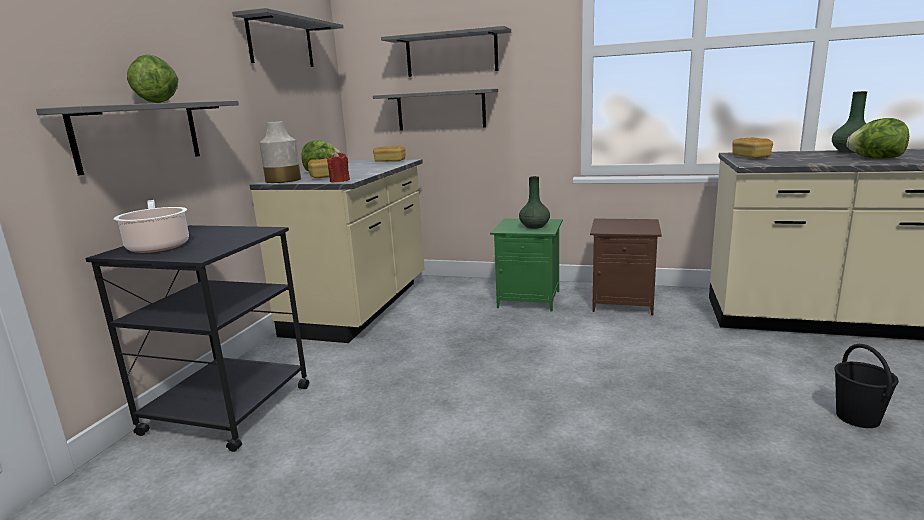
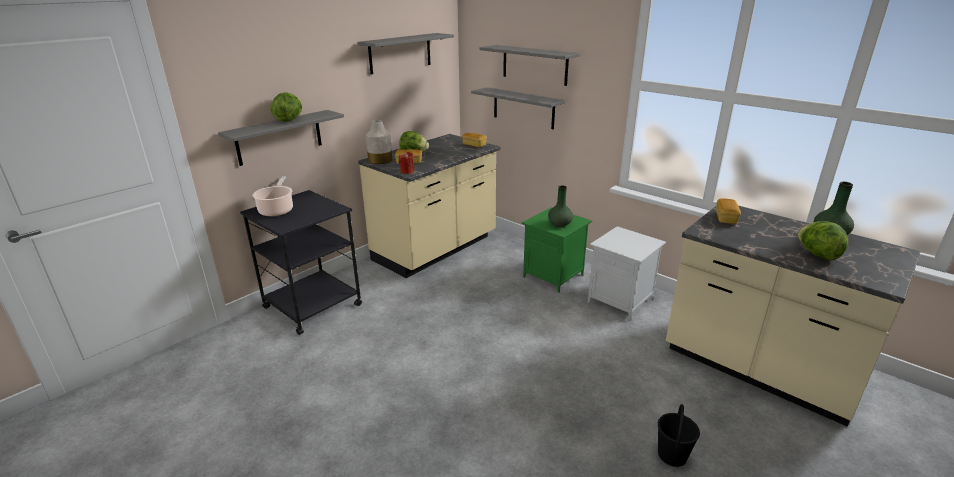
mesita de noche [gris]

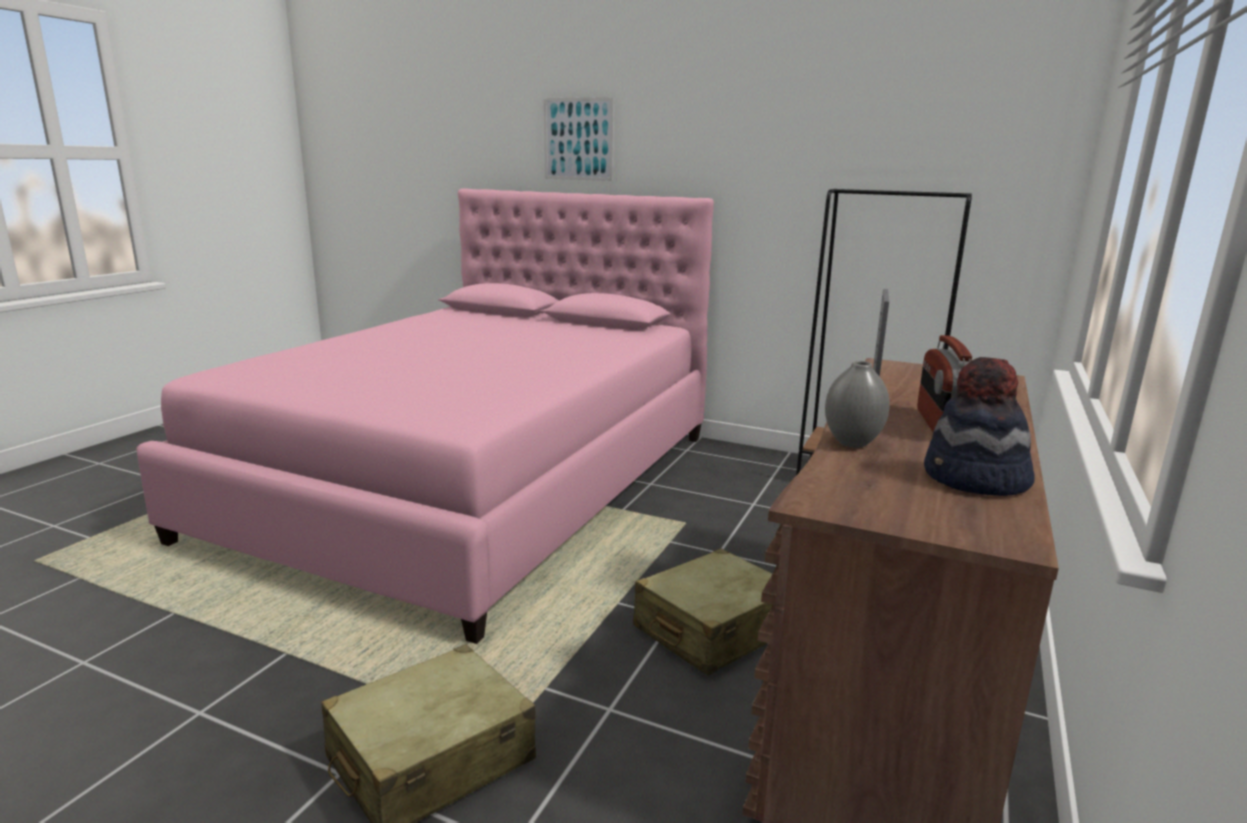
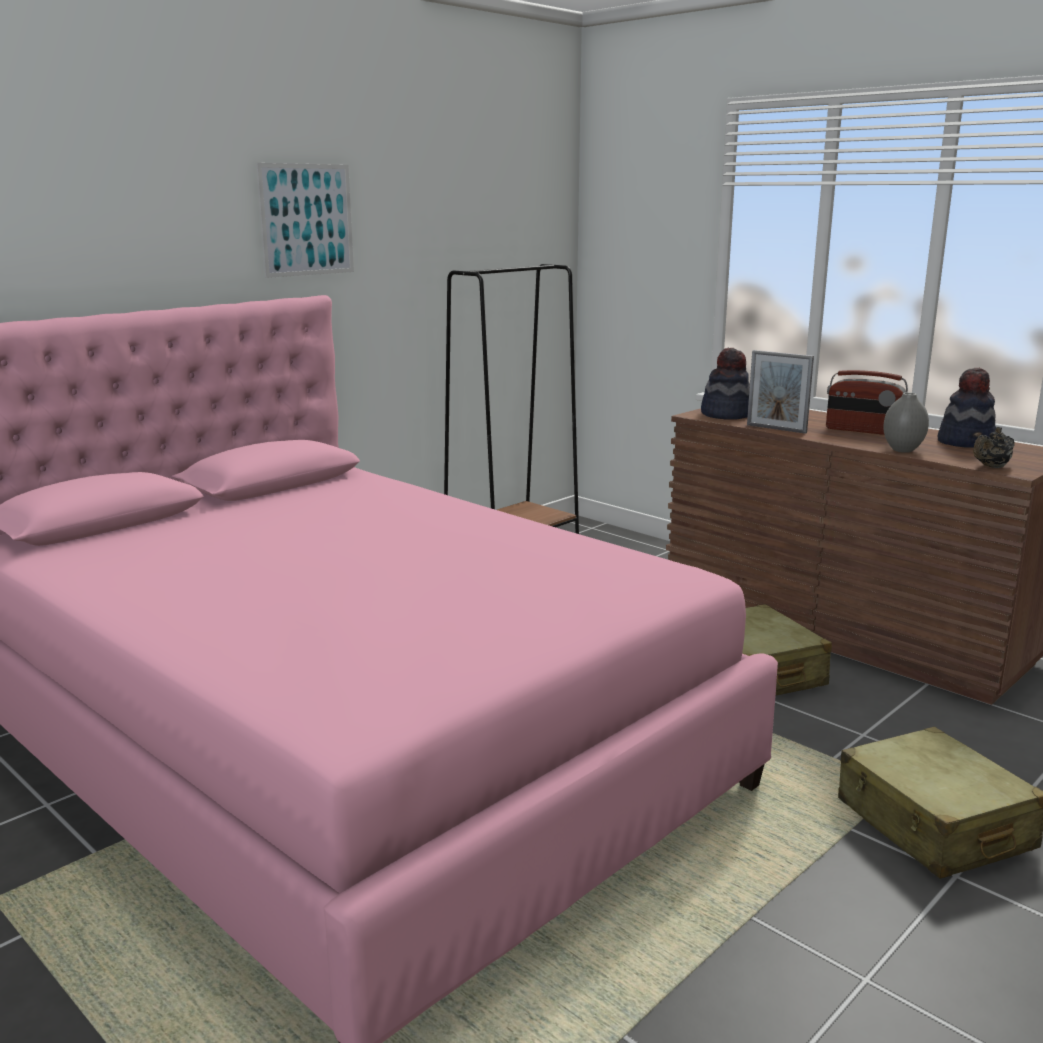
cuadro
sombrero (1st from left)
tetera [negro]

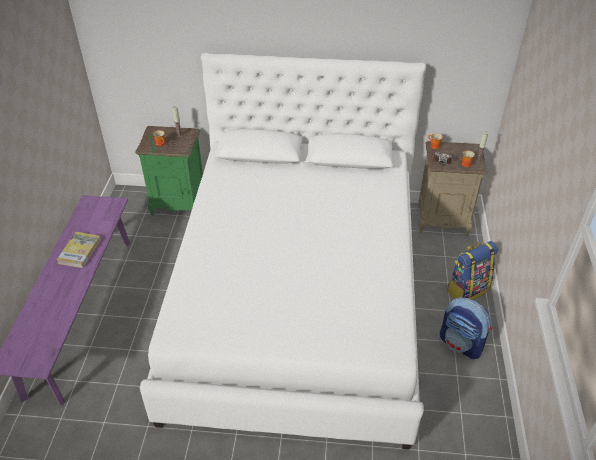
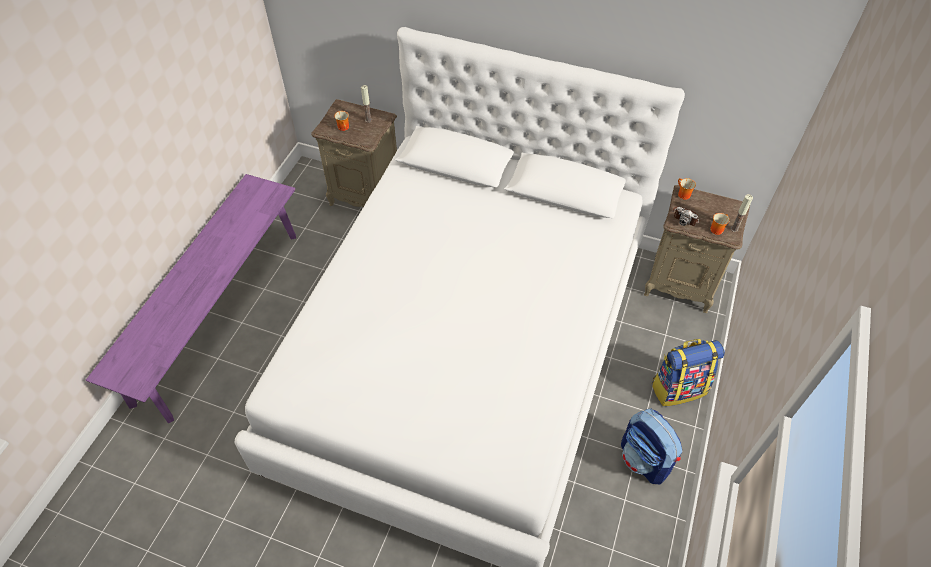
mesita de noche [beis] (1st from left)
libro

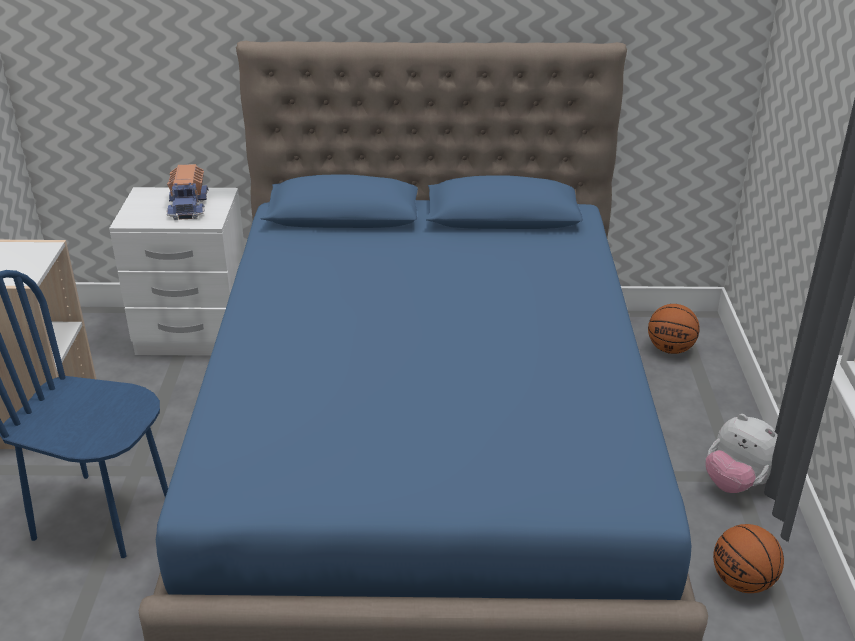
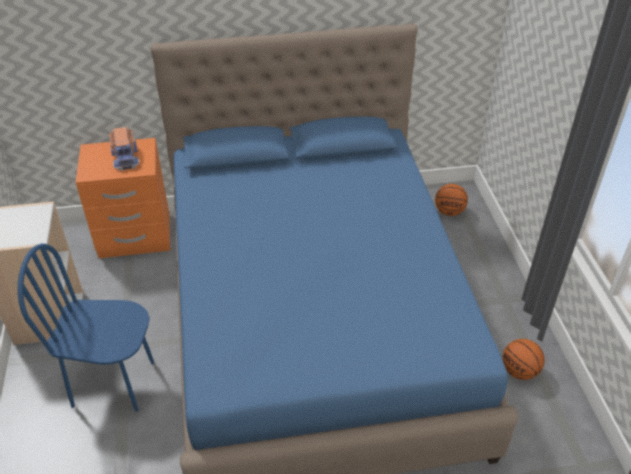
mesita de noche [naranja]
peluche

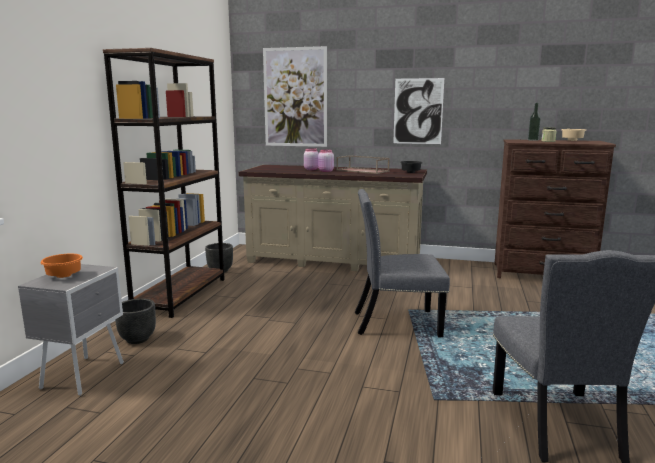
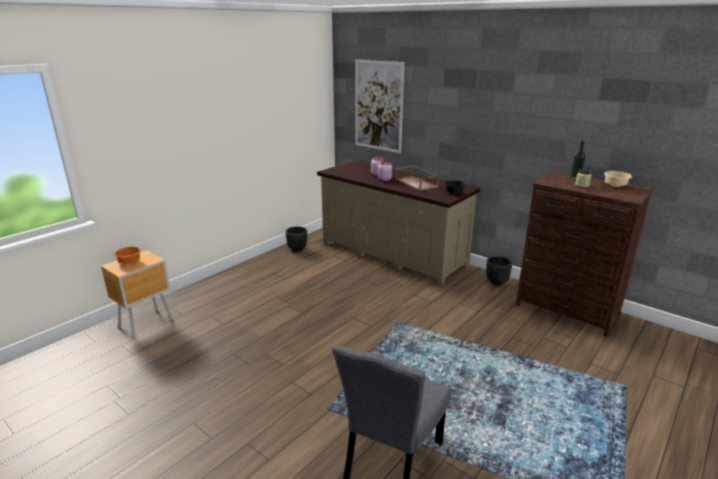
mesita de noche [marrón]
maceta [negro] (2nd from left)
estantería [marrón]
silla [gris] (1st from left in the first image)
cuadro (2nd from left in the first image)

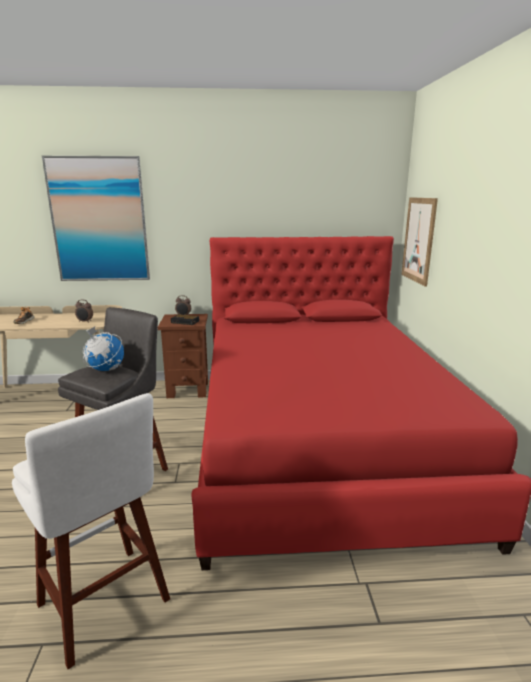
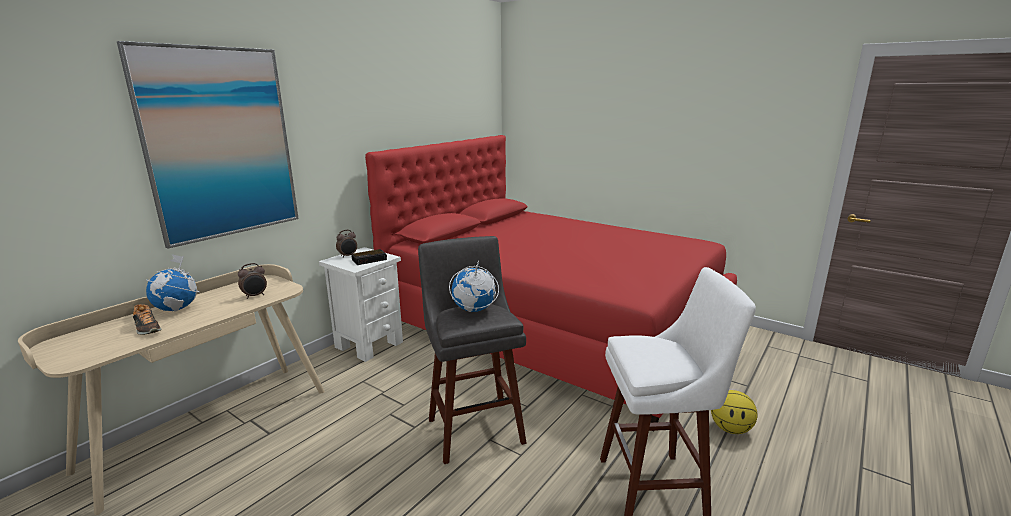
globo terráqueo (1st from left)
mesita de noche [blanco]
balón de baloncesto
cuadro (2nd from left in the first image)

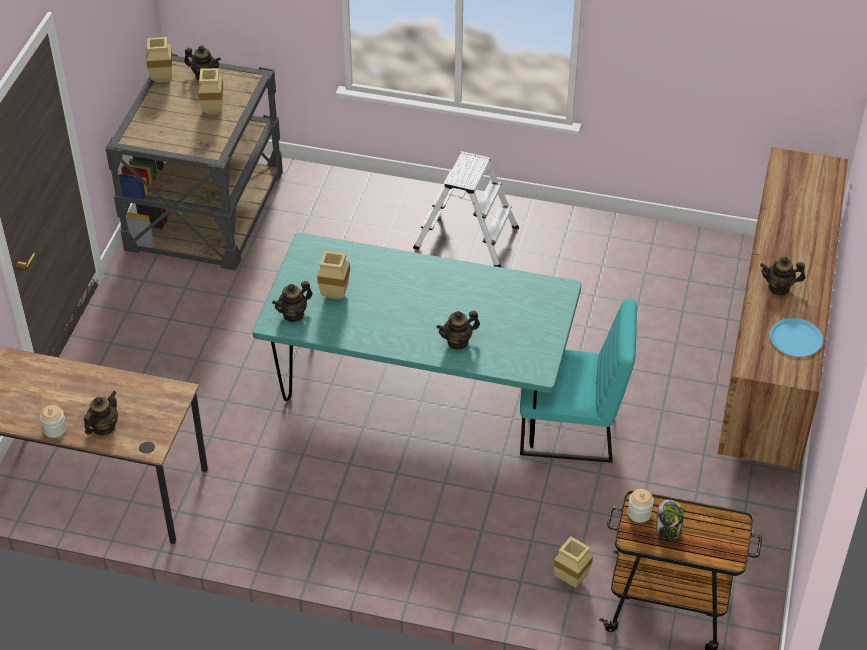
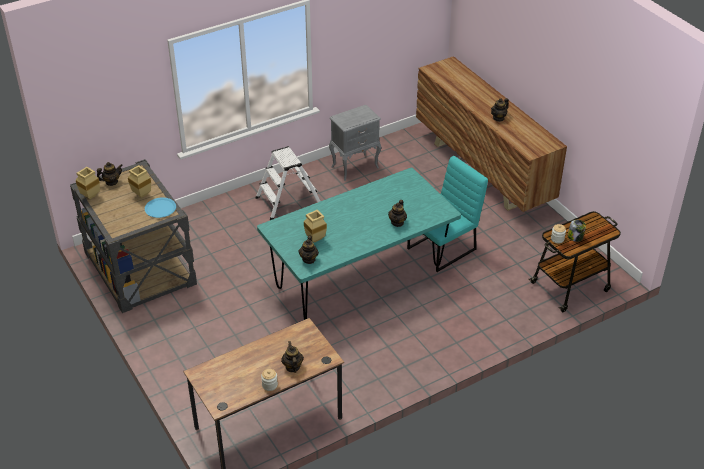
plato [azul]
mesita de noche [gris]
florero [beis] (4th from left in the first image)

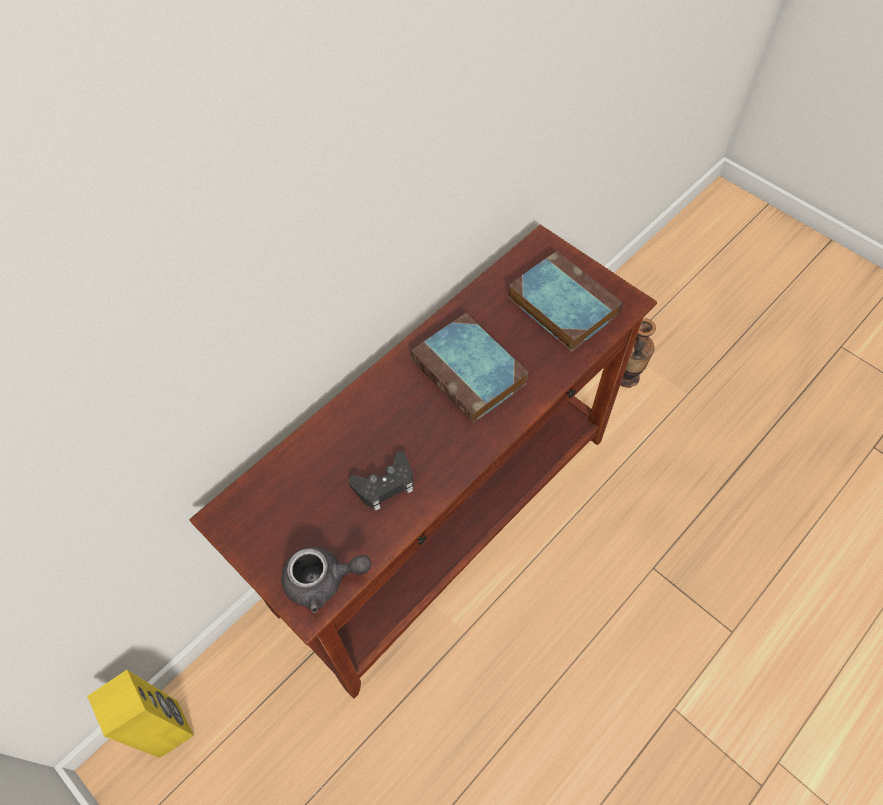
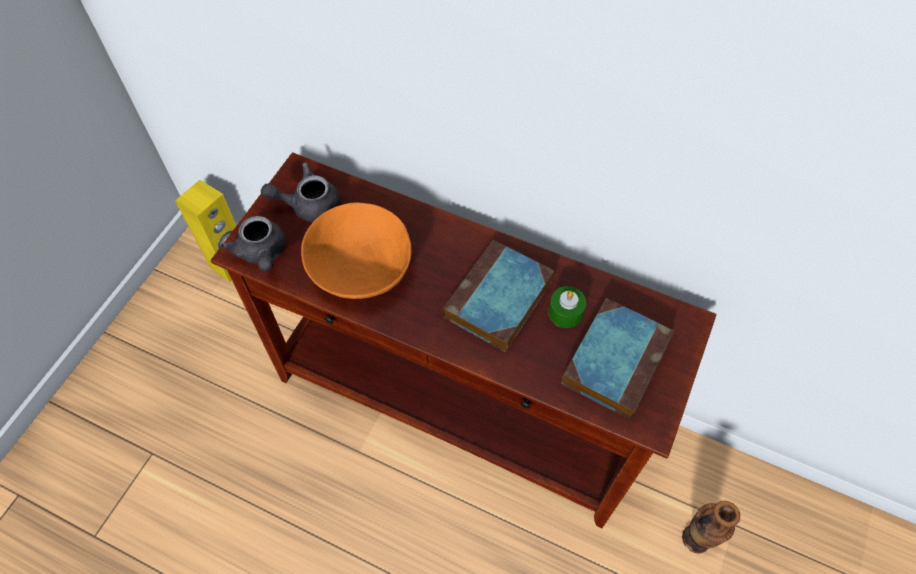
tetera [gris] (2nd from left)
cuenco [naranja]
vela [verde]

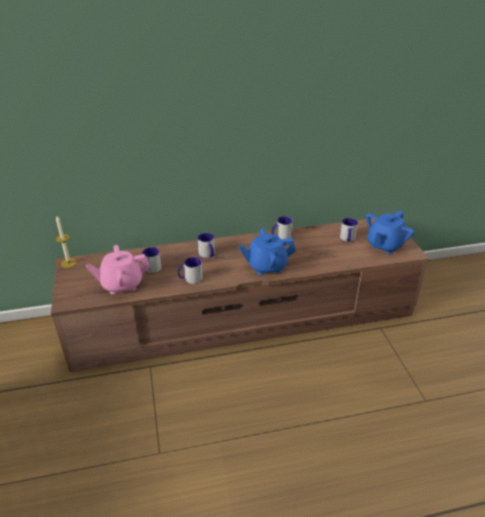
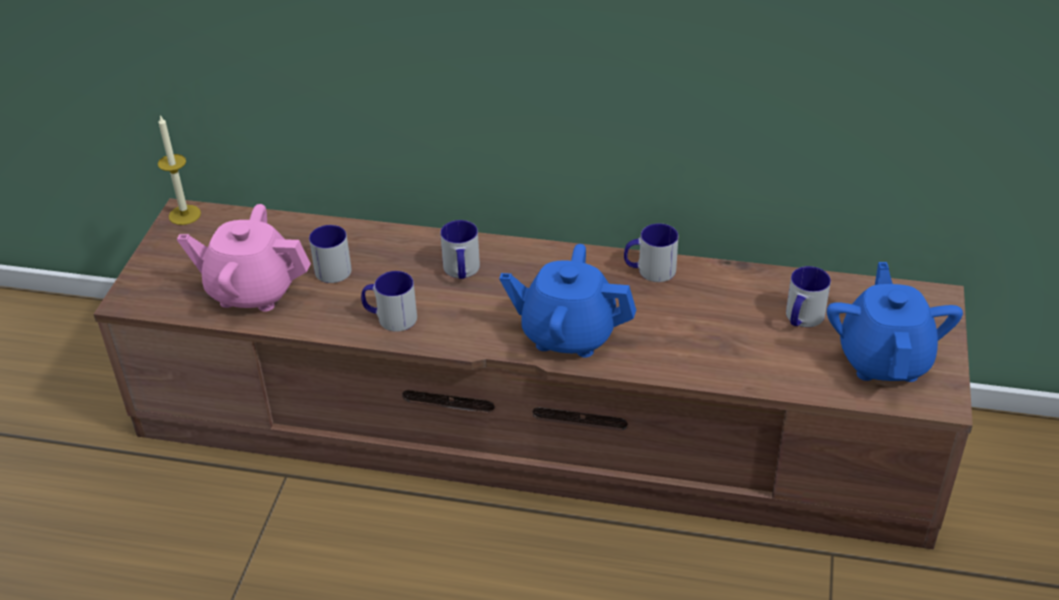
tetera [azul] (2nd from left)

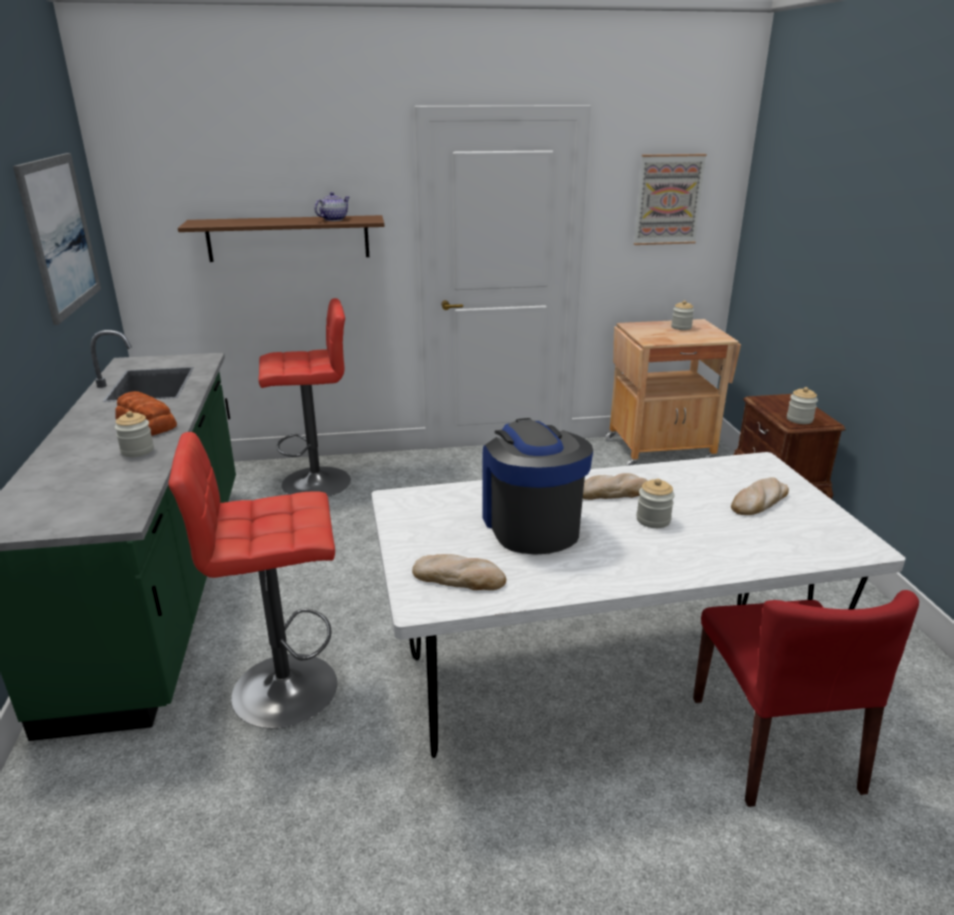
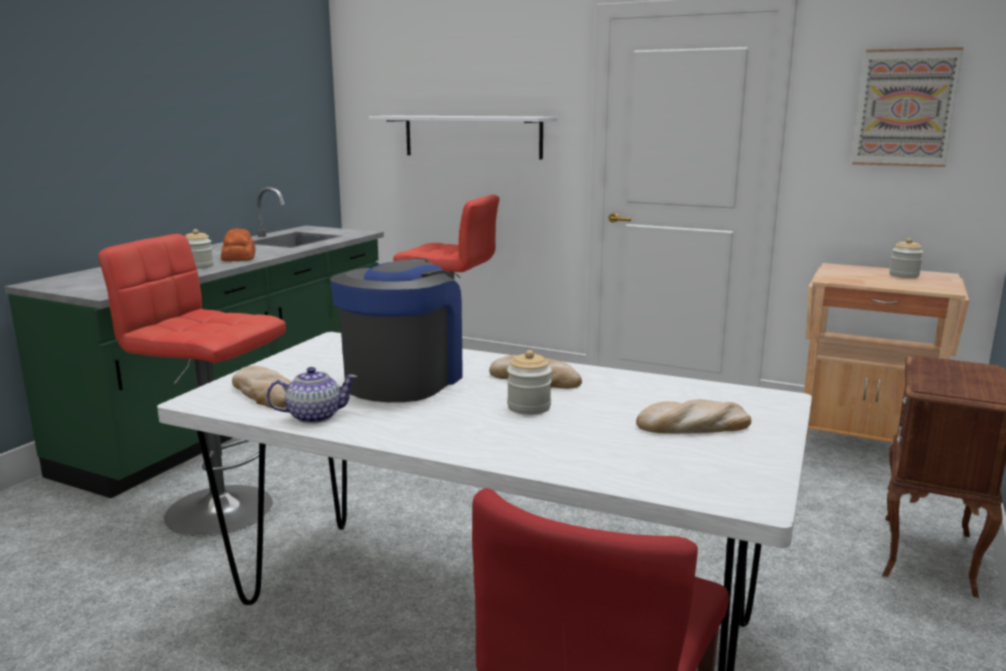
tetera
estante [blanco]
cuadro (1st from left in the first image)
tarro (4th from left in the first image)

